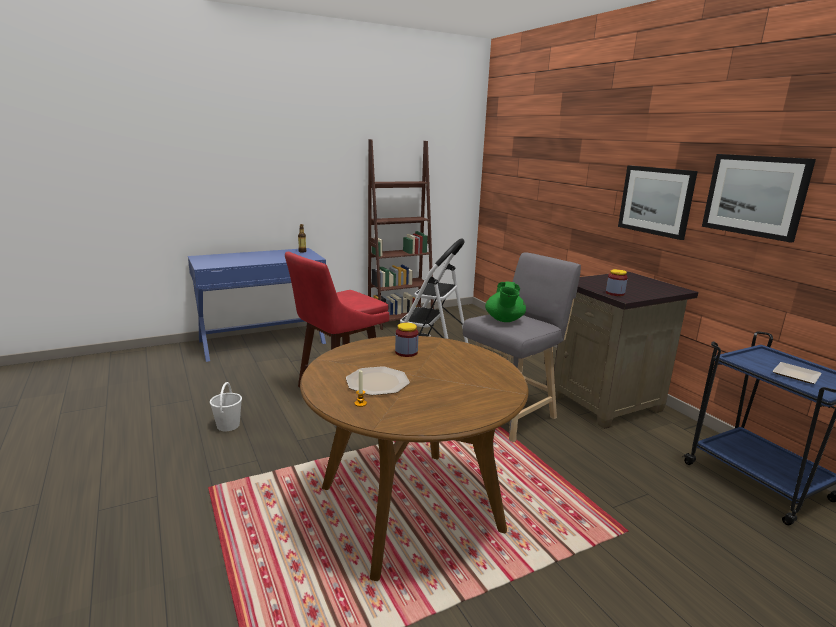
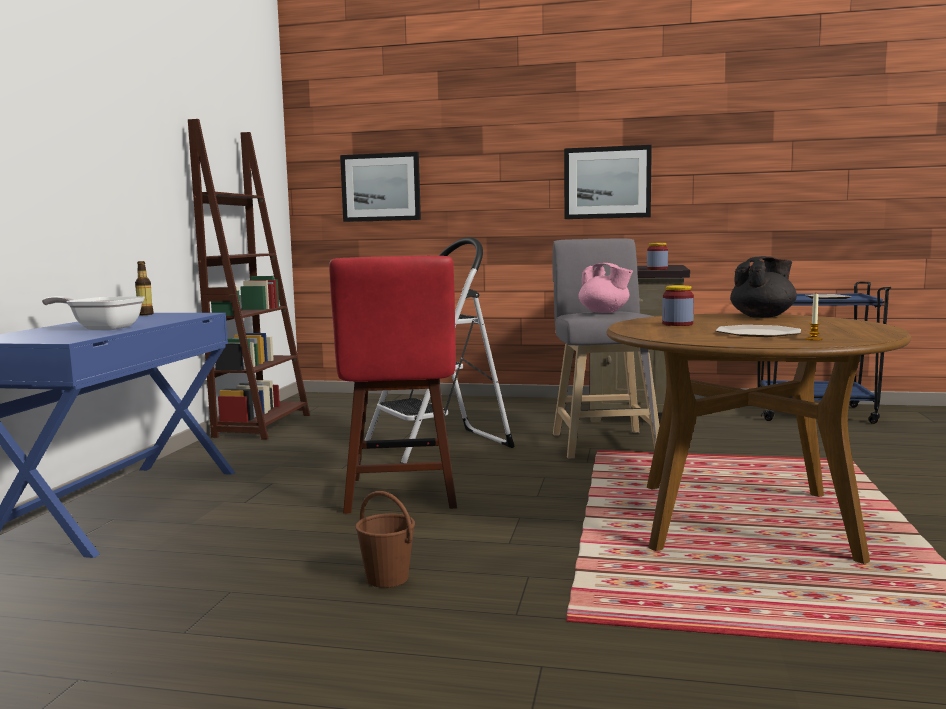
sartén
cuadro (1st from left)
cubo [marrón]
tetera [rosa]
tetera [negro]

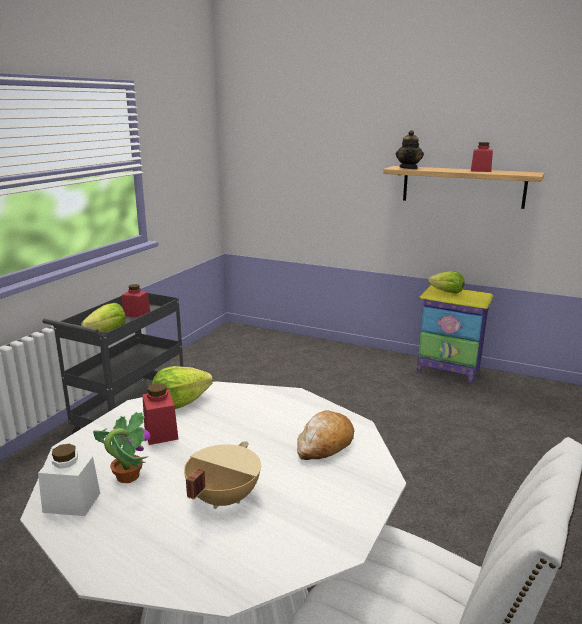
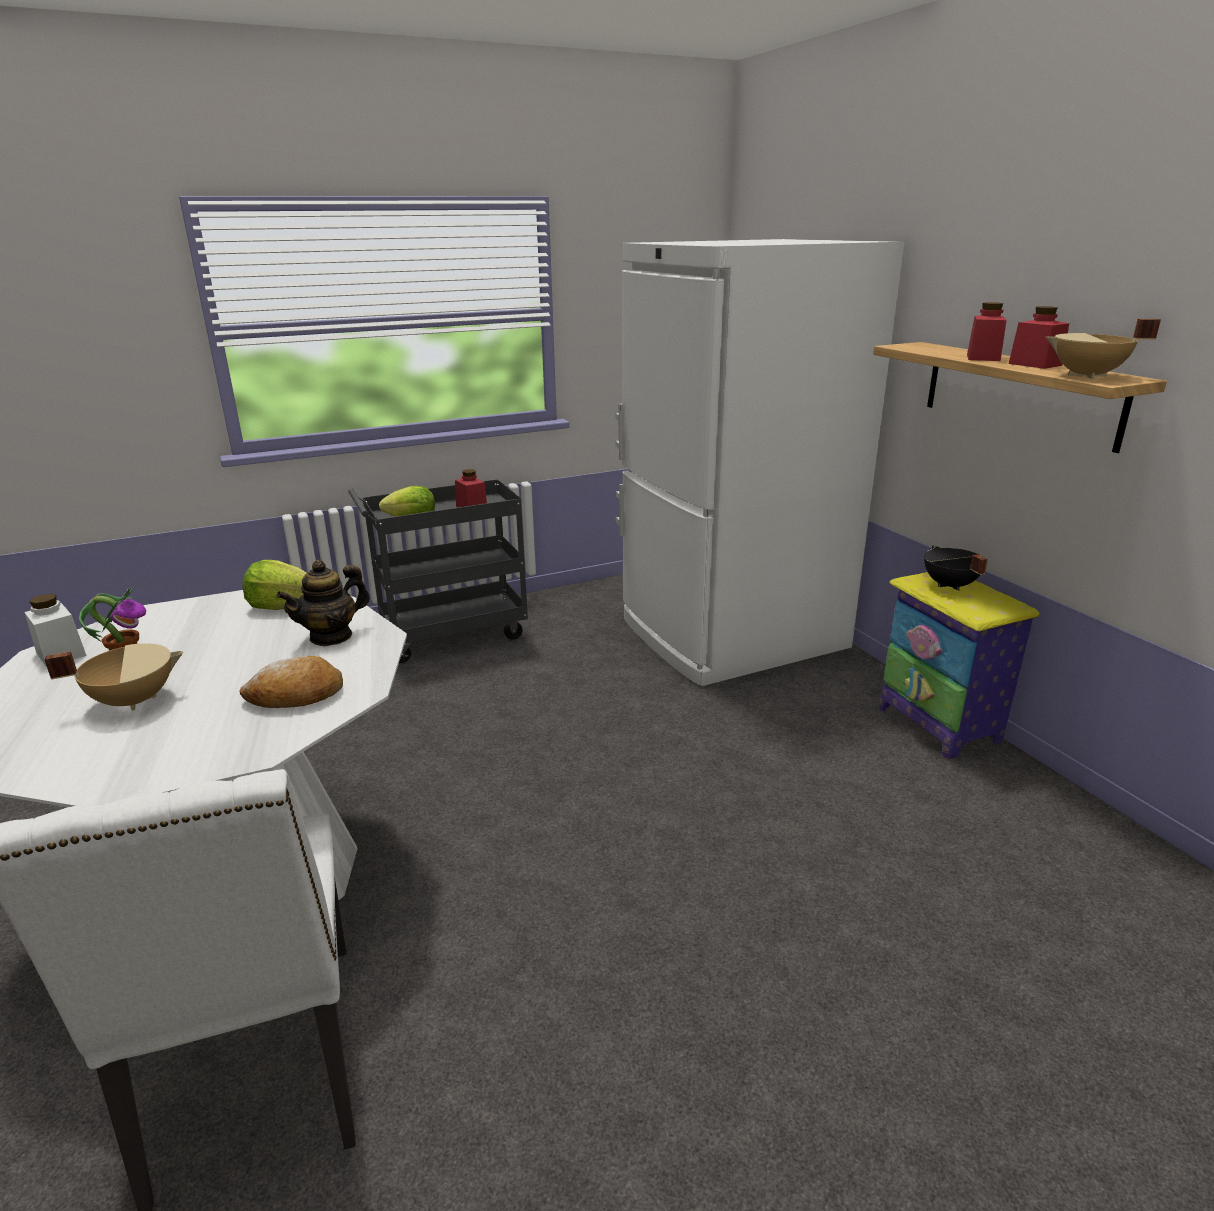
tetera
nevera [blanco]
olla [negro]
tarro [rojo] (2nd from left)
olla [beis] (2nd from left)

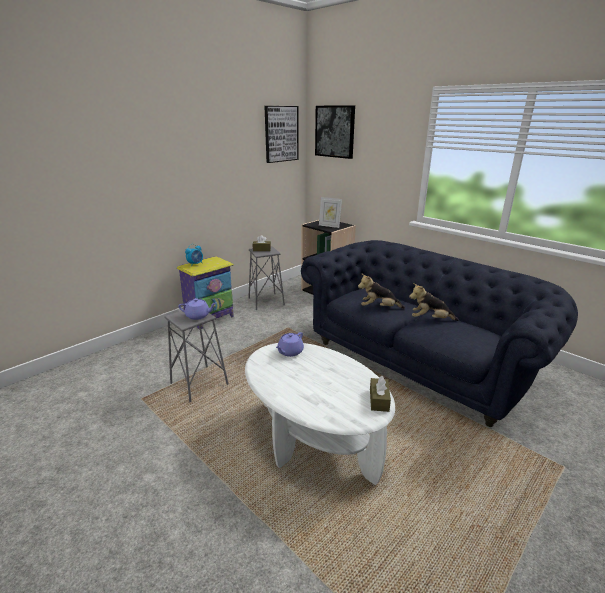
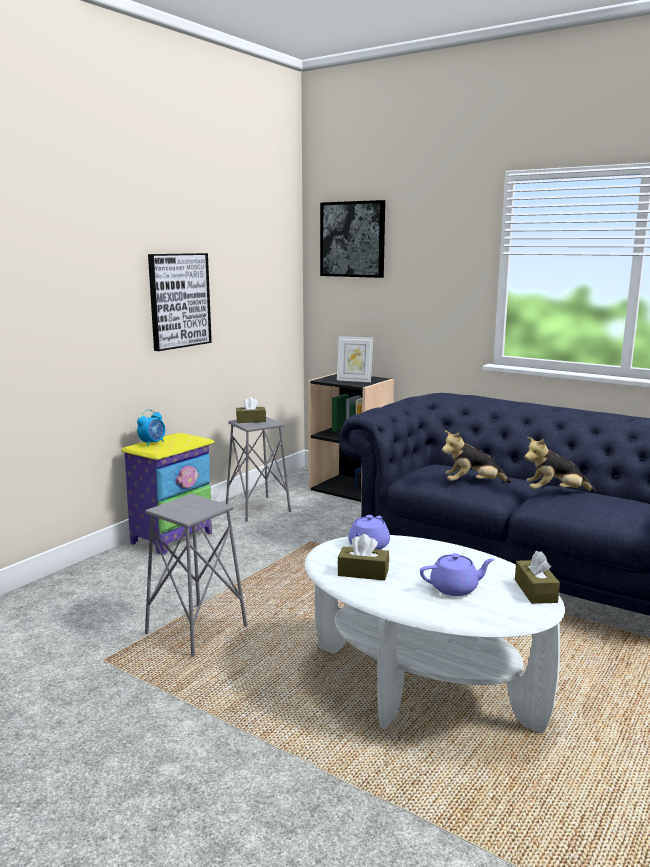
cuadro (1st from left)
caja de pañuelos [marrón] (2nd from left)
tetera [morado] (2nd from left)

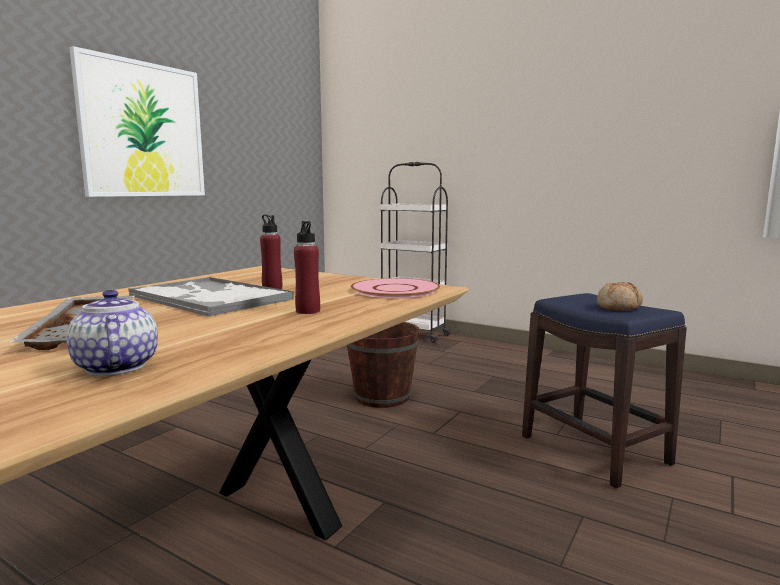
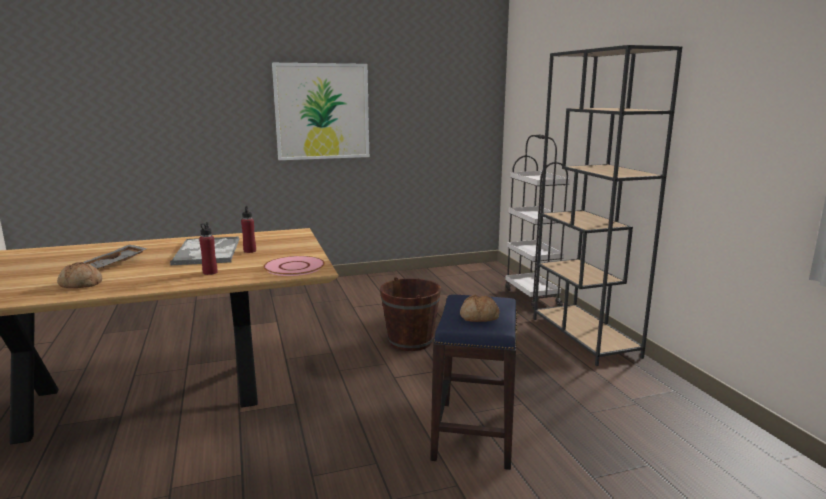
pan (1st from left)
estantería

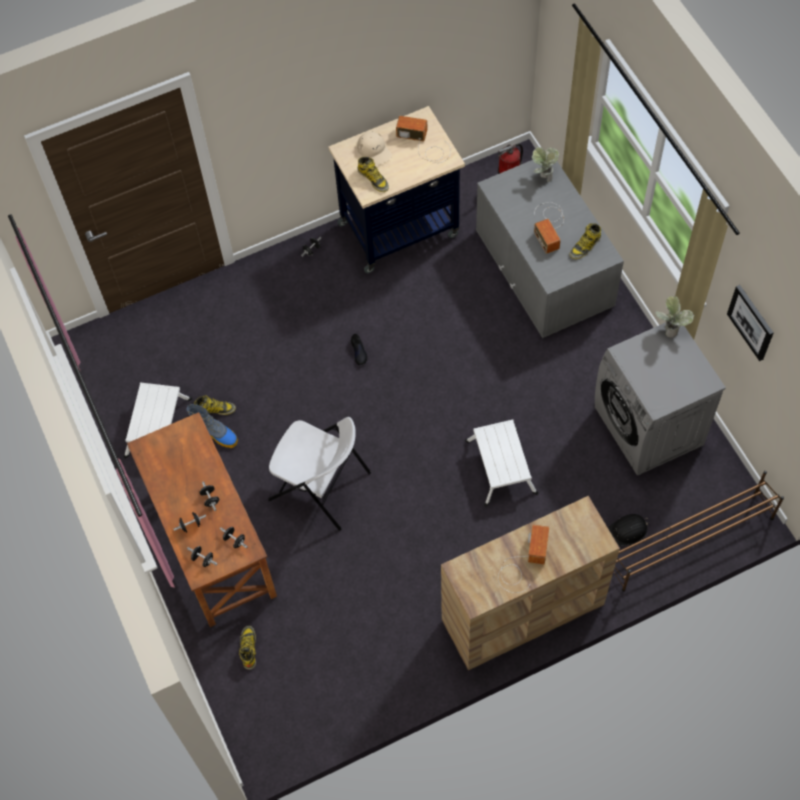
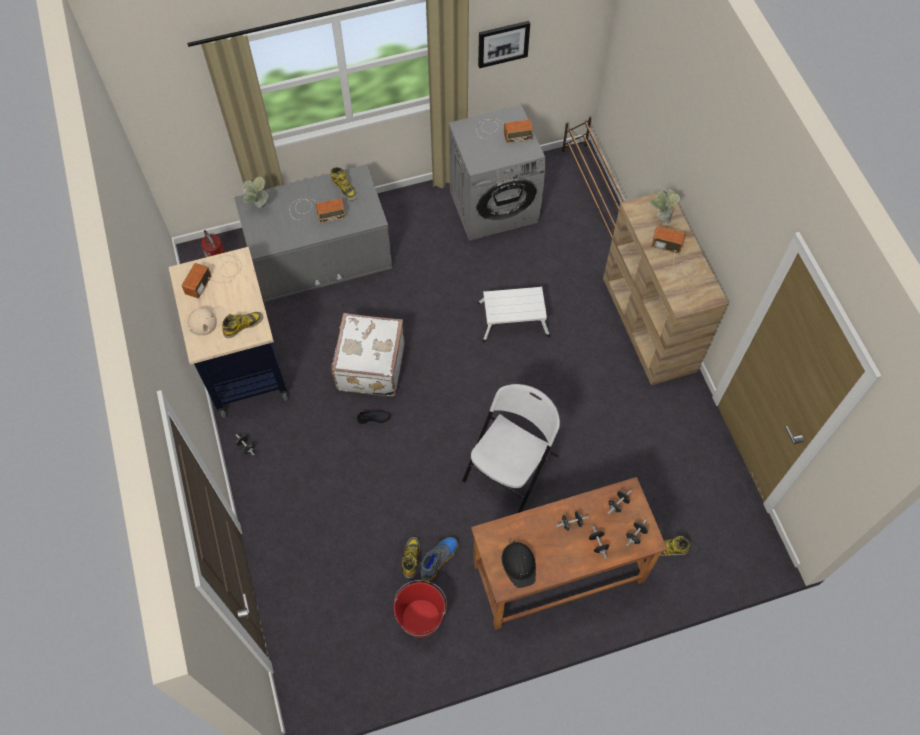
maleta [blanco]
cubo [rojo]
radio (3rd from left)
casco [negro]
planta en maceta (2nd from left)

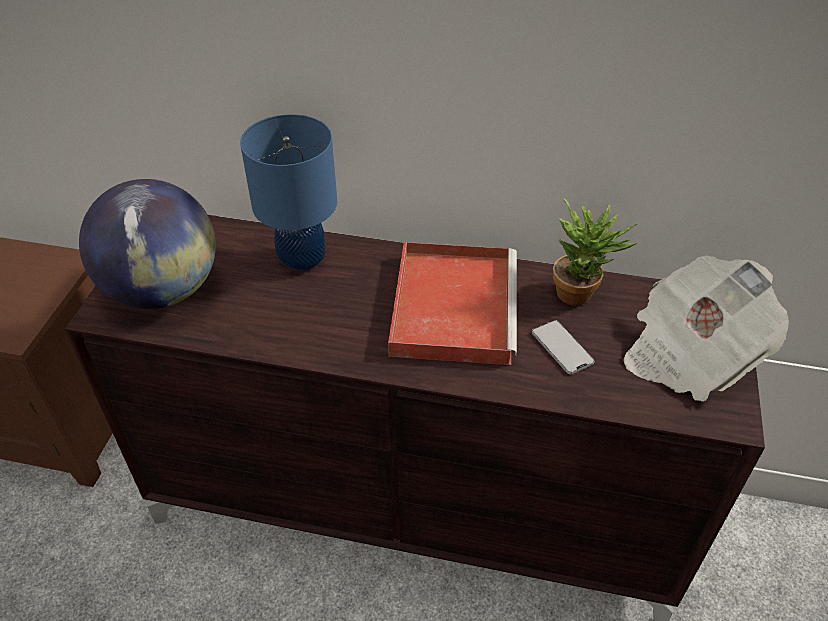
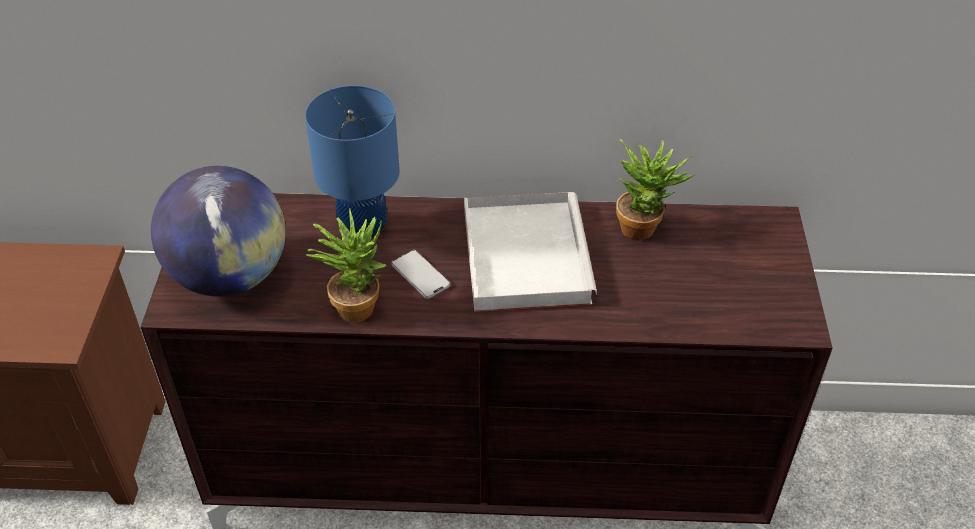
planta en maceta (1st from left)
móvil
bandeja [blanco]
periódico

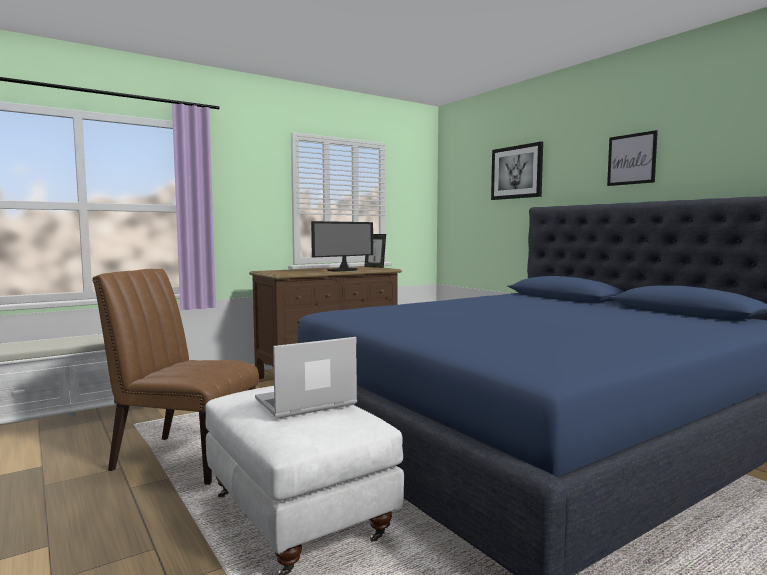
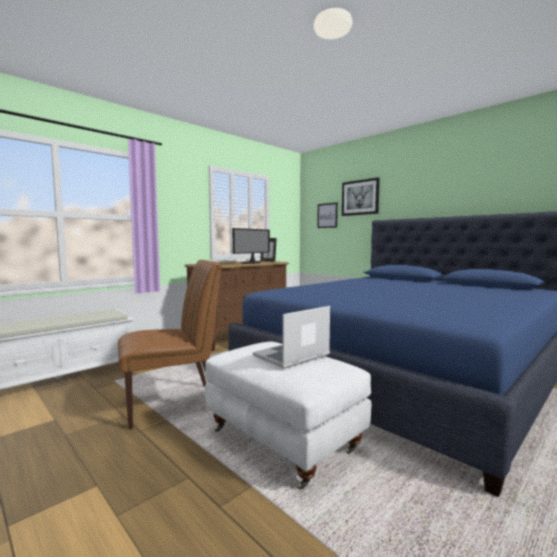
silla [marrón]
cuadro (1st from left)

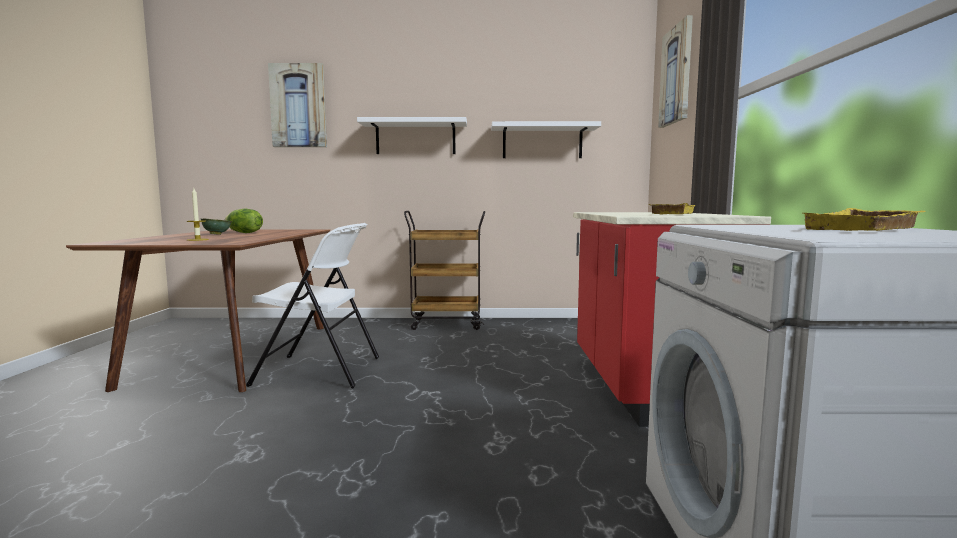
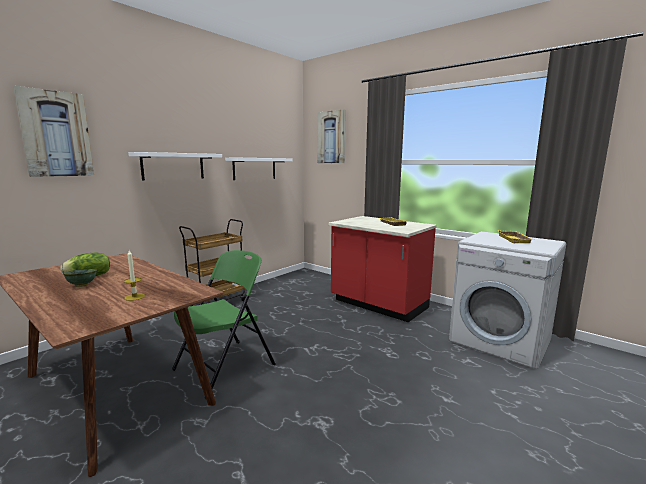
silla [verde]

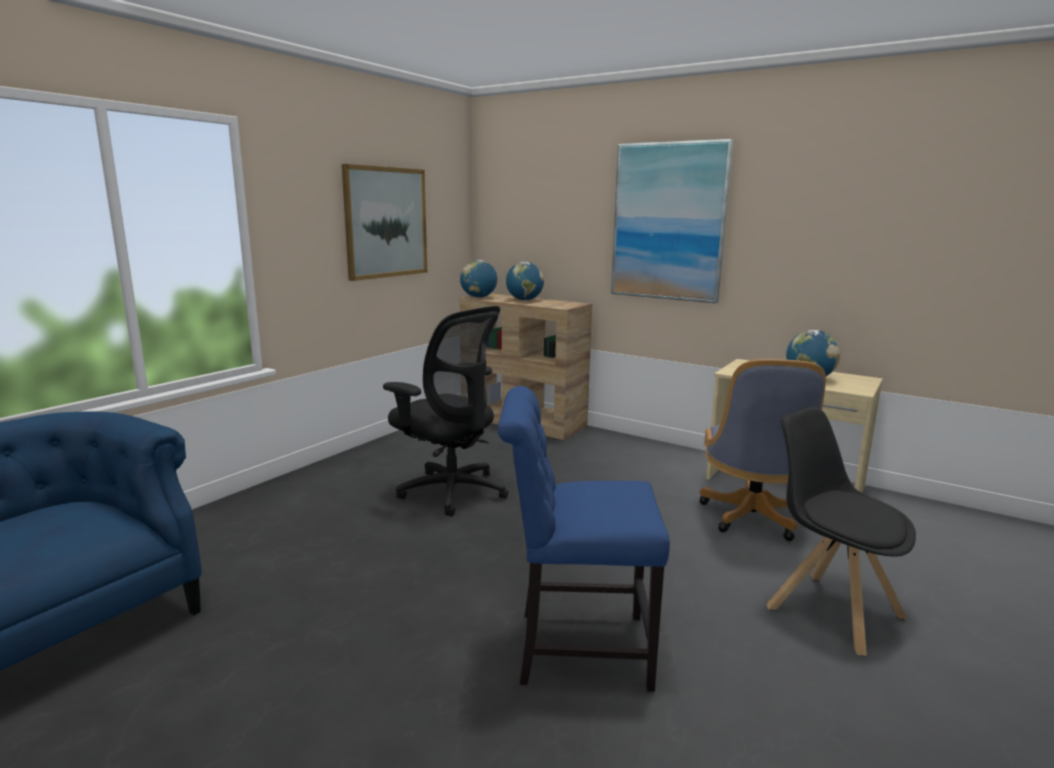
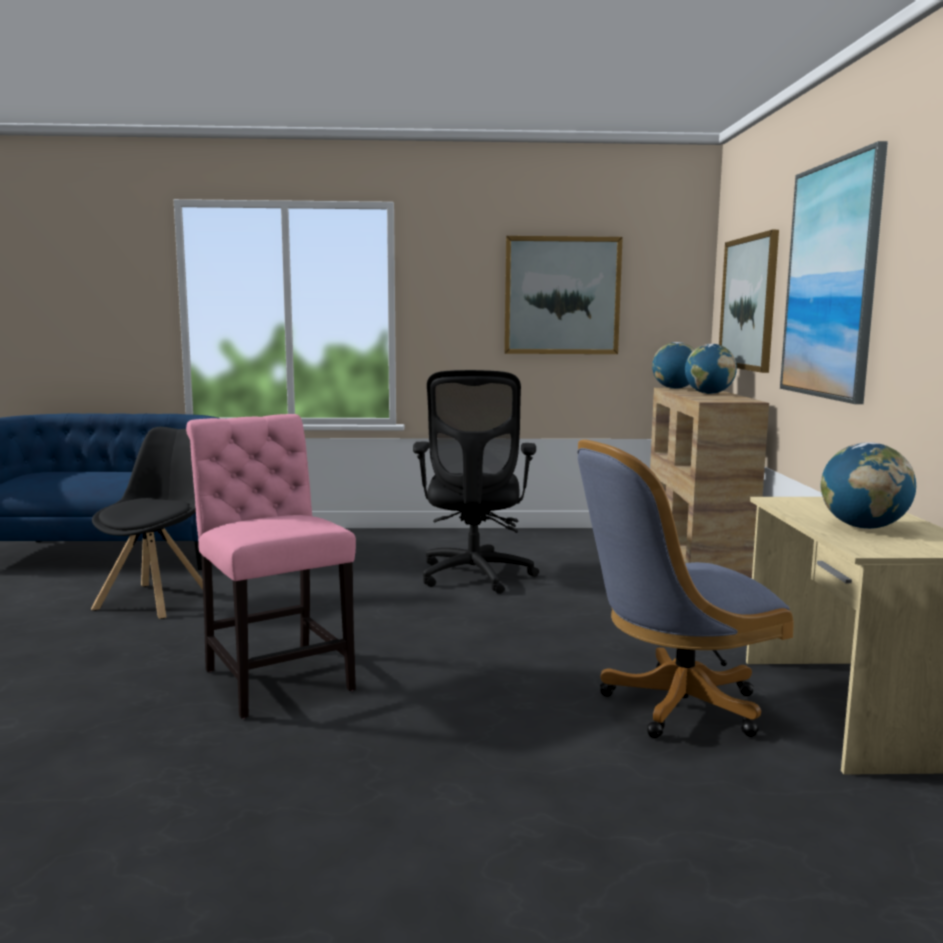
silla [negro]
silla [rosa]
cuadro (2nd from left)

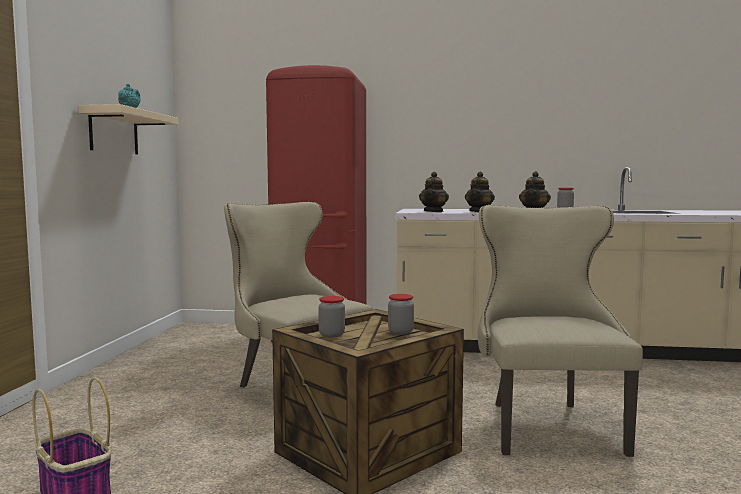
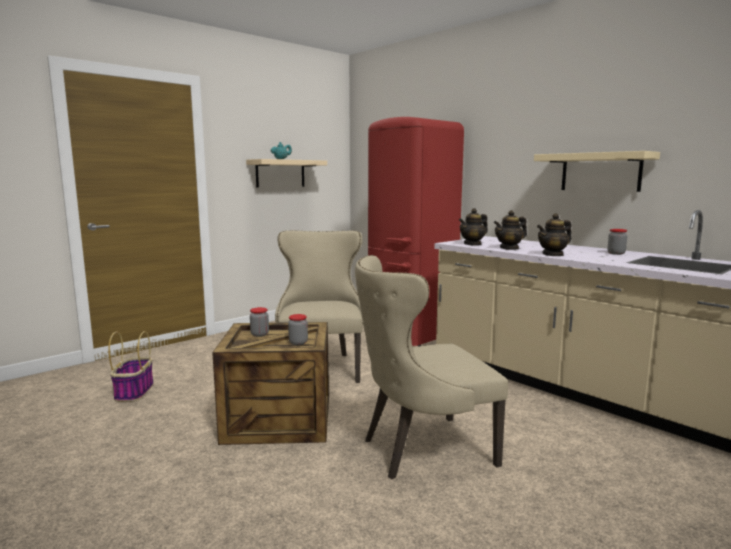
silla [beis] (2nd from left)
estante [beis] (2nd from left)

